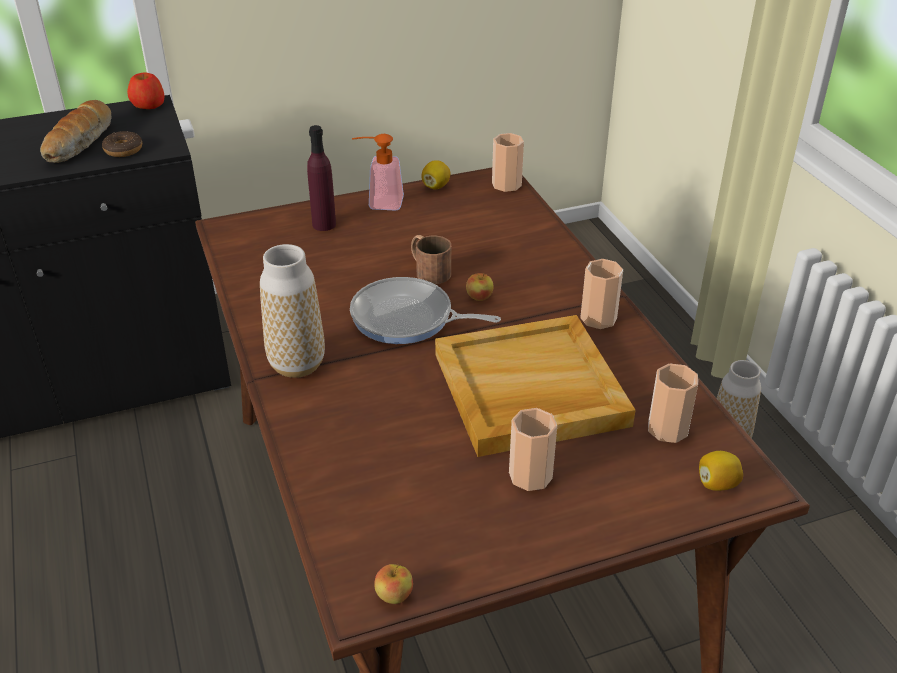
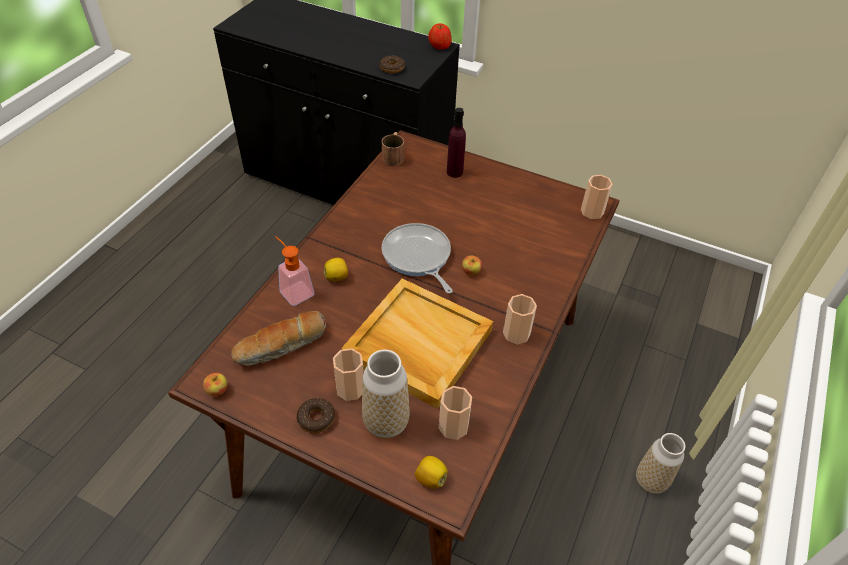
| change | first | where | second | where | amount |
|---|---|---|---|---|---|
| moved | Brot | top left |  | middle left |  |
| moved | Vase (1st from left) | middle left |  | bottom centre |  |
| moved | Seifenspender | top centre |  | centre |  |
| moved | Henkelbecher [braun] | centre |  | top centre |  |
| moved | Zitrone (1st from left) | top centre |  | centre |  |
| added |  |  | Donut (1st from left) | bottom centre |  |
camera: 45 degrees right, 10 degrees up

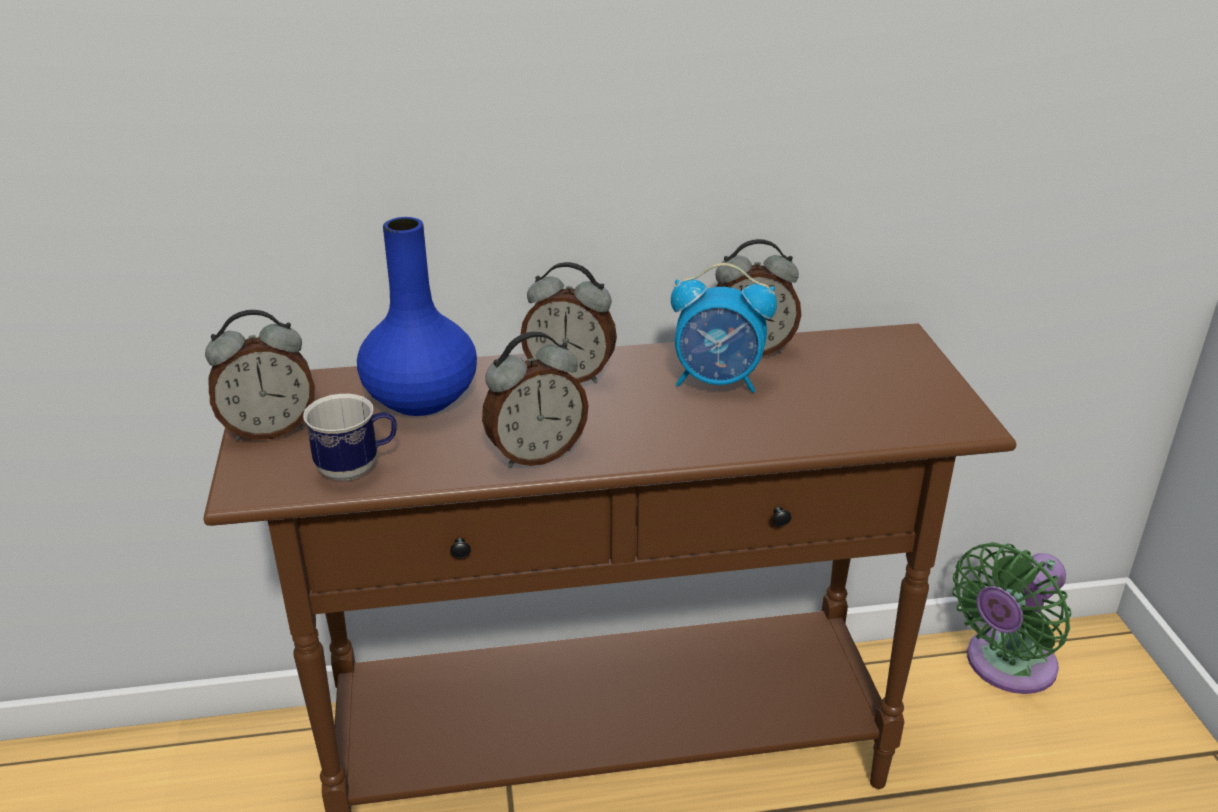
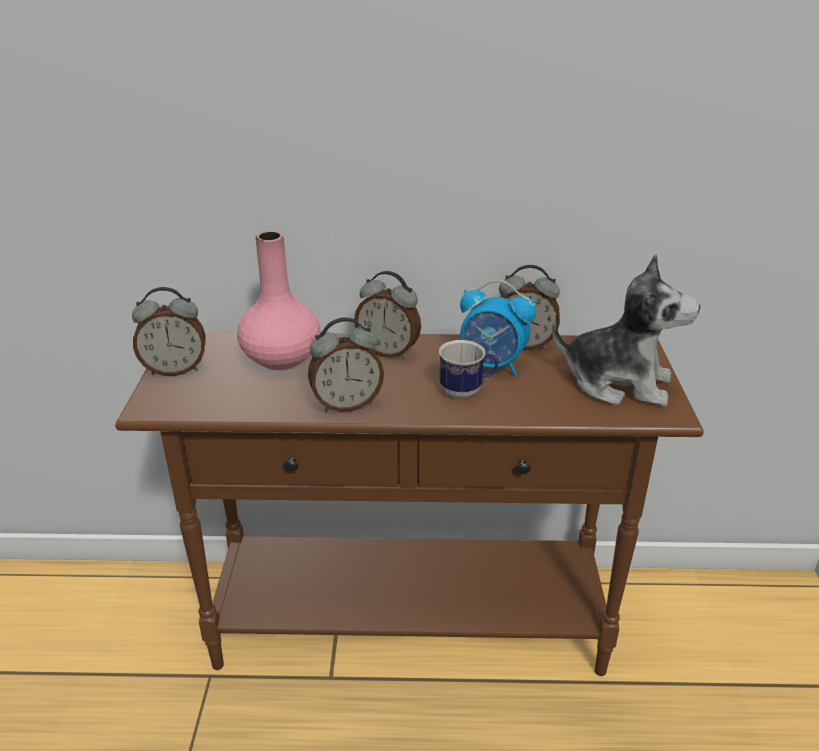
| change | first | where | second | where | amount |
|---|---|---|---|---|---|
| moved | Henkelbecher | middle left |  | centre |  |
| recoloured | Vase [blau] | centre | Vase [rosa] | centre |  |
| removed | Ventilator [grün] | bottom right |  |  |  |
| added |  |  | Plüschtier | middle right |  |
camera: 10 degrees right, 0 degrees up

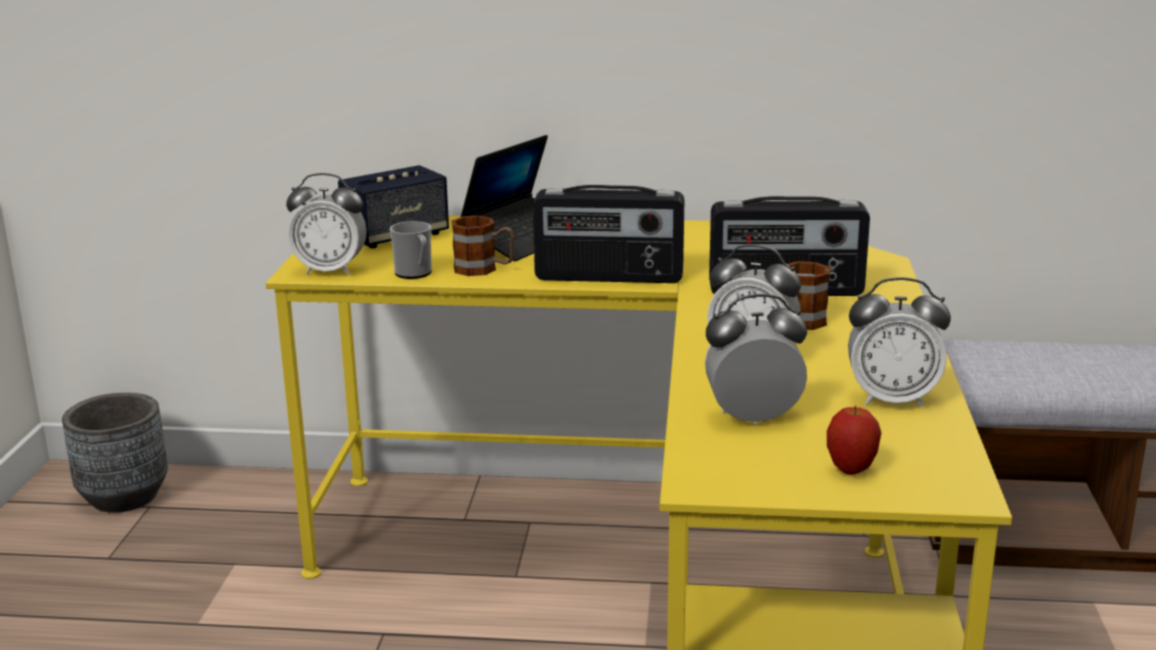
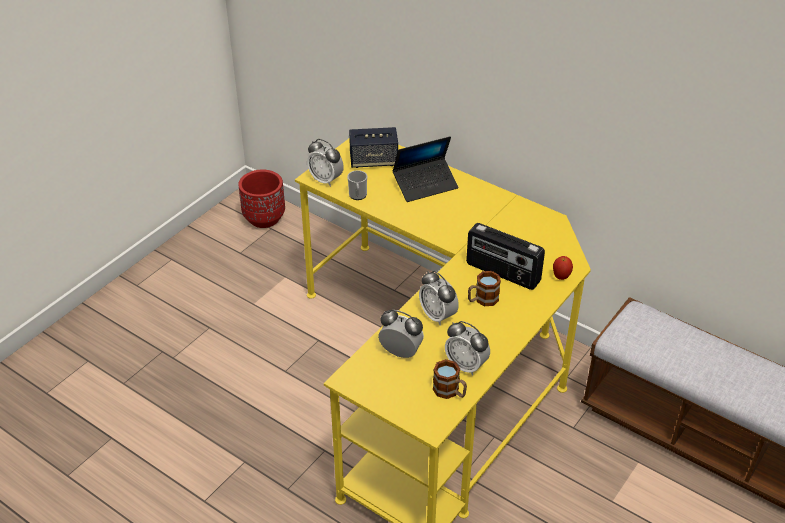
| change | first | where | second | where | amount |
|---|---|---|---|---|---|
| recoloured | Pflanzkübel [grau] | bottom left | Pflanzkübel [rot] | middle left |  |
| moved | Henkelbecher (2nd from left) | centre |  | bottom centre |  |
| removed | Radio (1st from left) | centre |  |  |  |
| moved | Apfel | bottom right |  | middle right |  |
camera: 30 degrees right, 20 degrees up

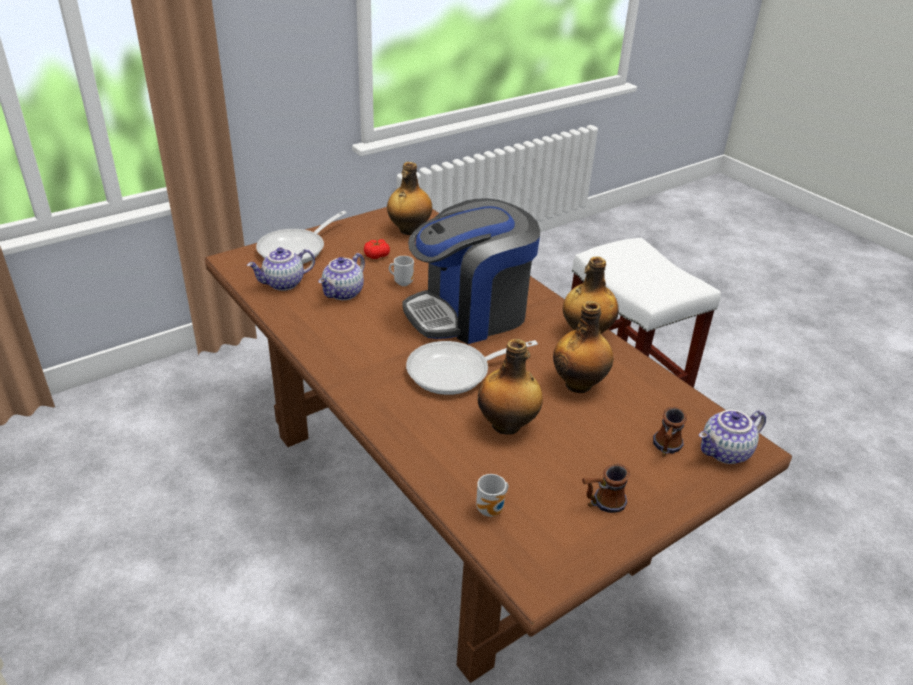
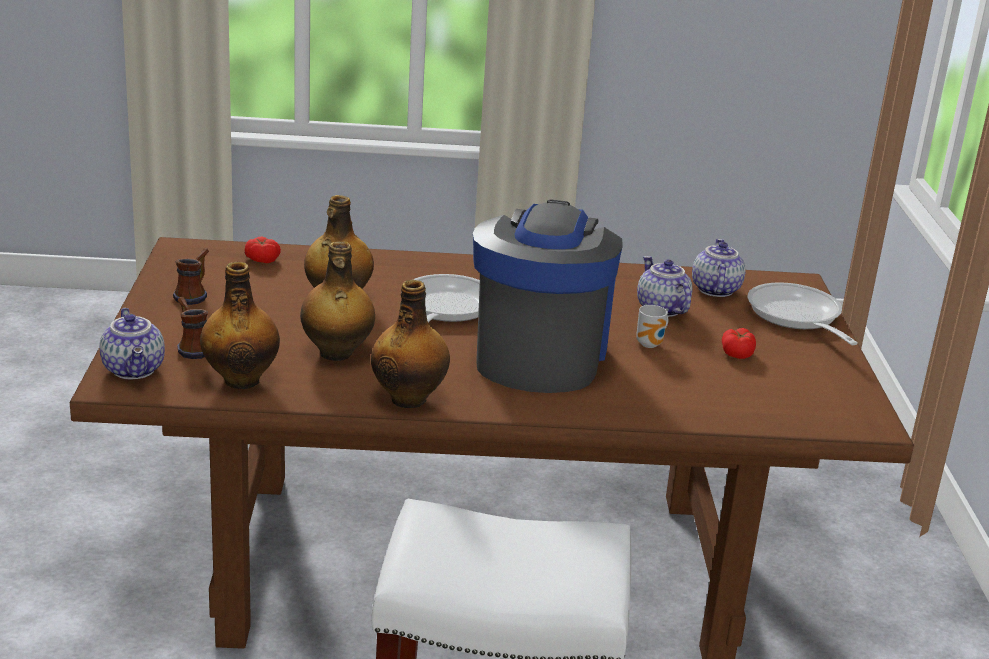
| change | first | where | second | where | amount |
|---|---|---|---|---|---|
| moved | Flasche (1st from left) | top centre |  | middle left |  |
| replaced | Henkelbecher (2nd from left) | bottom centre | Tomate (1st from left) | middle left |  |
| turned | Teekanne (3rd from left in the first image) | middle right | Teekanne (1st from left) | middle left | 150 degrees clockwise |
camera: 125 degrees right, 10 degrees down

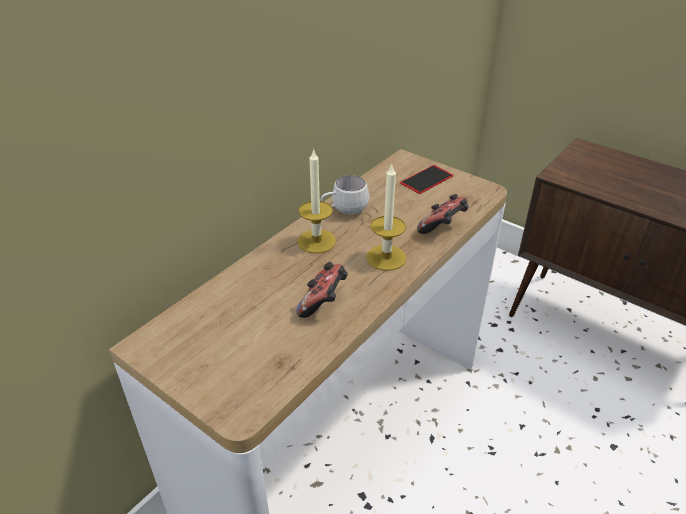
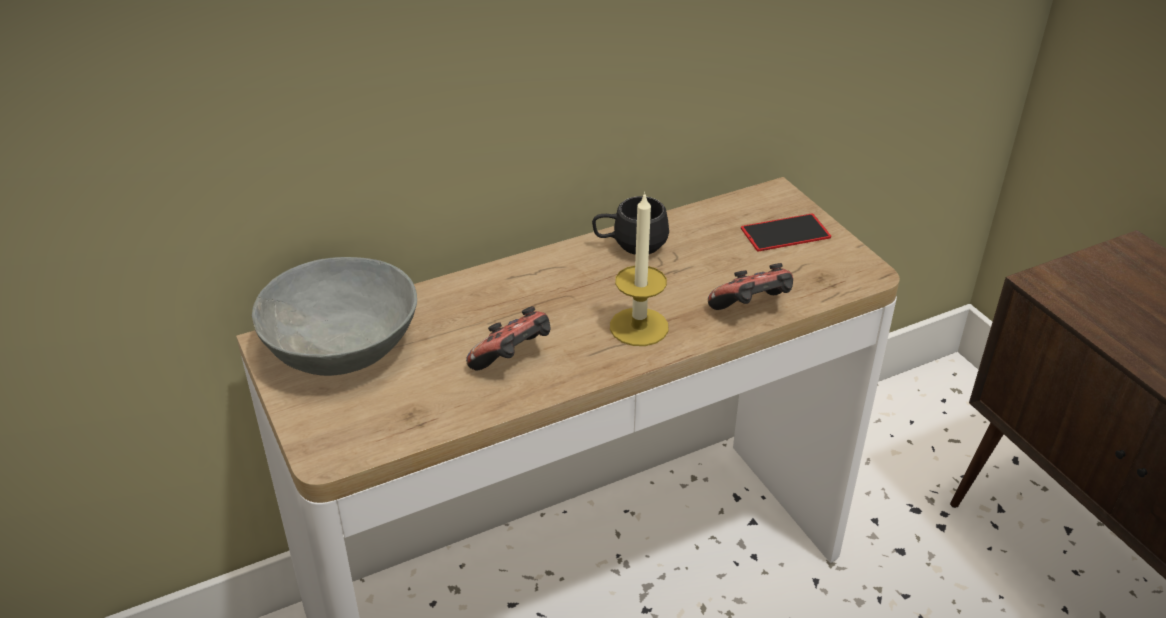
| change | first | where | second | where | amount |
|---|---|---|---|---|---|
| removed | Kerze (1st from left) | centre |  |  |  |
| recoloured | Henkelbecher [weiß] | centre | Henkelbecher [schwarz] | centre |  |
| added |  |  | Schüssel [grau] | middle left |  |
camera: 25 degrees right, 0 degrees up

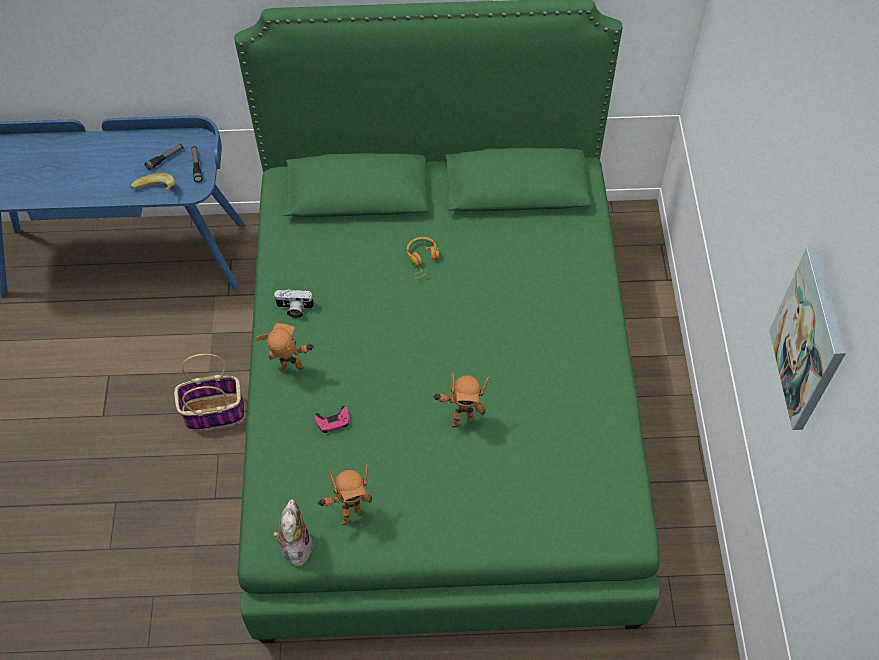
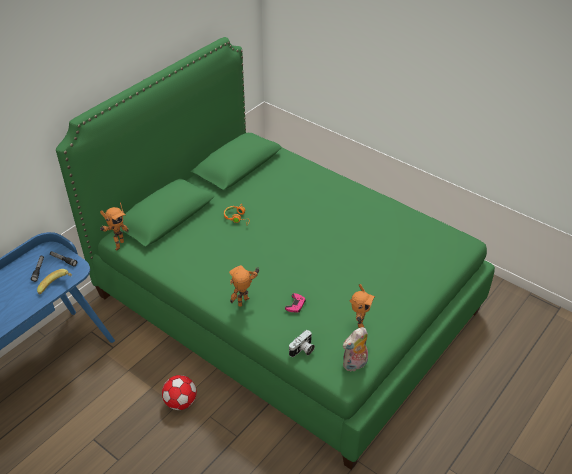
| change | first | where | second | where | amount |
|---|---|---|---|---|---|
| replaced | Korb | middle left | Fußball | bottom left |  |
| turned | Plüschtier | bottom centre |  | bottom centre | 75 degrees counterclockwise |
| moved | Kamera | centre |  | bottom centre |  |
| moved | Spielzeugroboter (3rd from left in the first image) | centre | Spielzeugroboter (1st from left) | middle left |  |
| removed | Bild | middle right |  |  |  |
camera: 50 degrees left, 15 degrees down

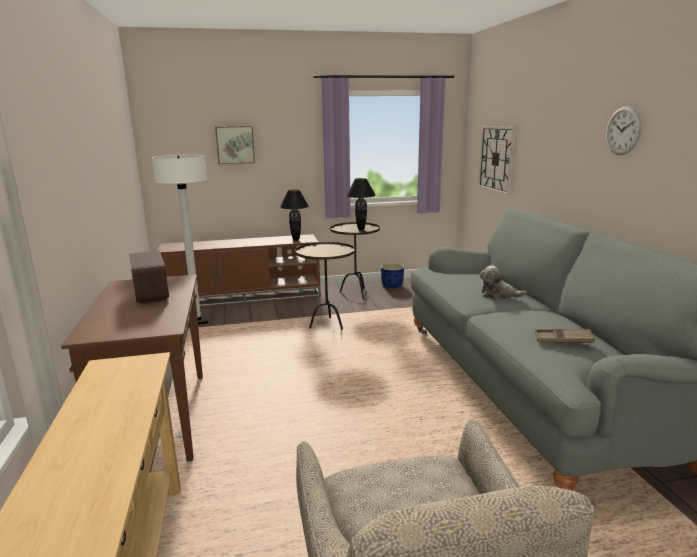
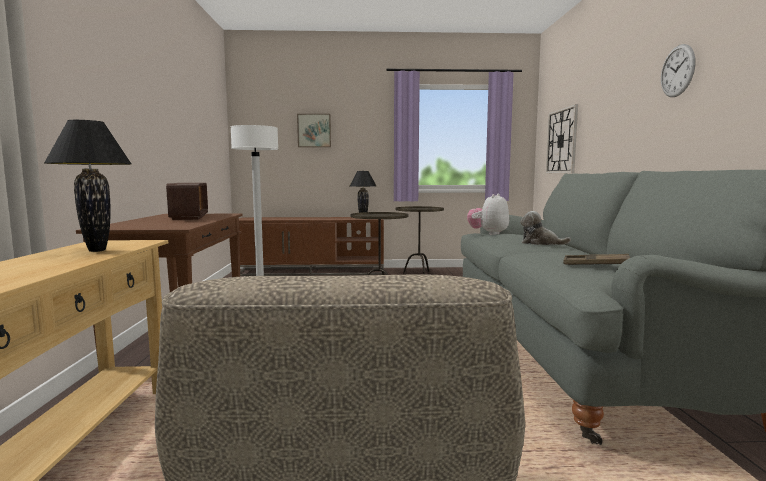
| change | first | where | second | where | amount |
|---|---|---|---|---|---|
| moved | Tischlampe [schwarz] (2nd from left in the first image) | centre | Tischlampe [schwarz] (1st from left) | middle left |  |
| removed | Pflanzkübel [blau] | centre |  |  |  |
| added |  |  | Plüschtier (1st from left) | centre |  |
camera: 10 degrees right, 10 degrees down

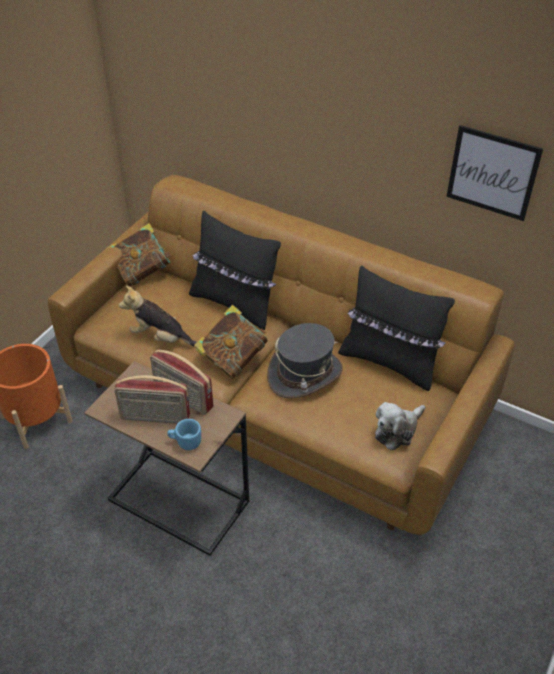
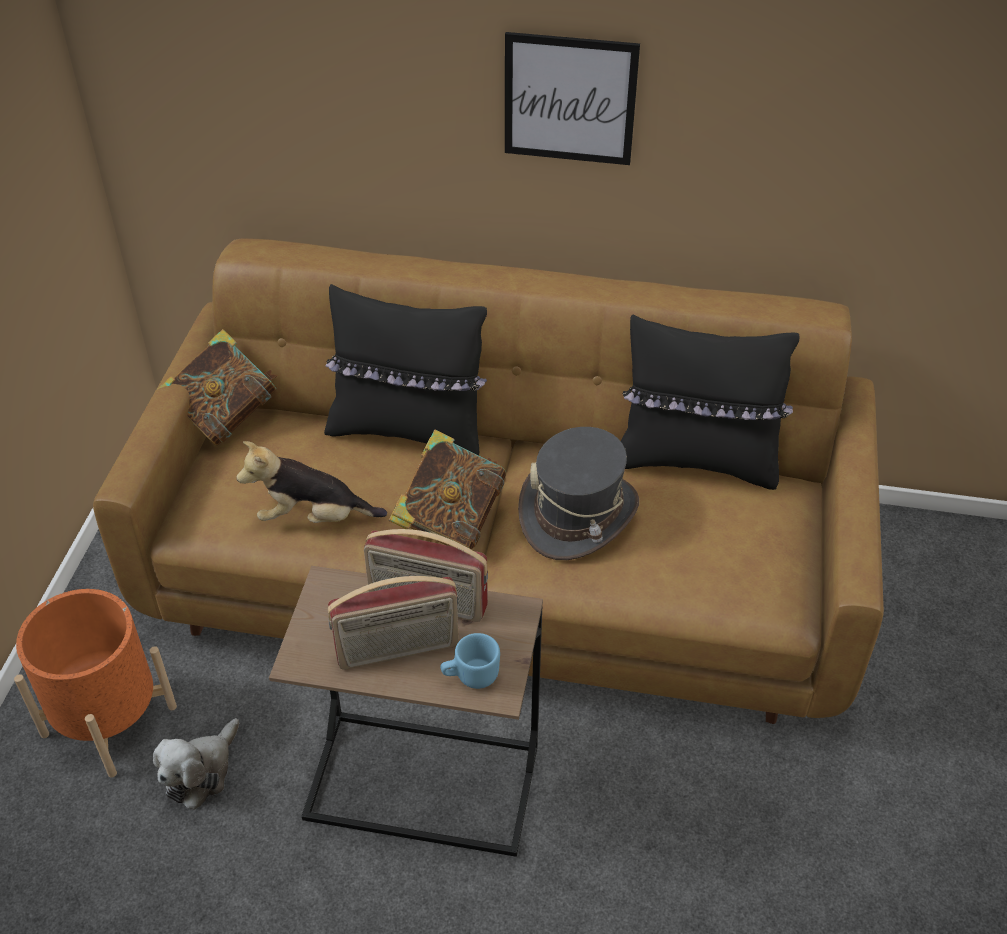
| change | first | where | second | where | amount |
|---|---|---|---|---|---|
| moved | Plüschtier (2nd from left in the first image) | middle right | Plüschtier (1st from left) | bottom left |  |
| moved | Bild | top right |  | top centre |  |
camera: 20 degrees left, 0 degrees up

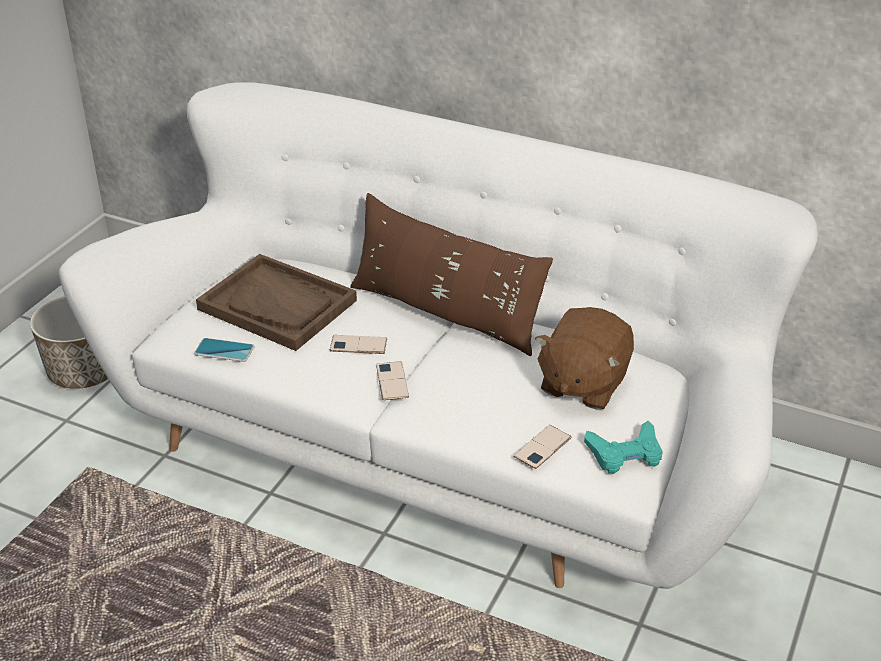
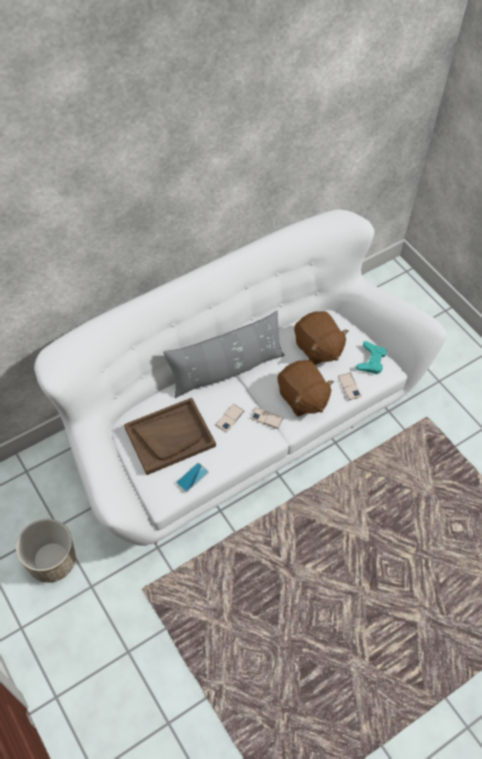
| change | first | where | second | where | amount |
|---|---|---|---|---|---|
| recoloured | Kissen [braun] | centre | Kissen [grau] | centre |  |
| added |  |  | Plüschtier [braun] (1st from left) | centre |  |
camera: 60 degrees left, 20 degrees up

